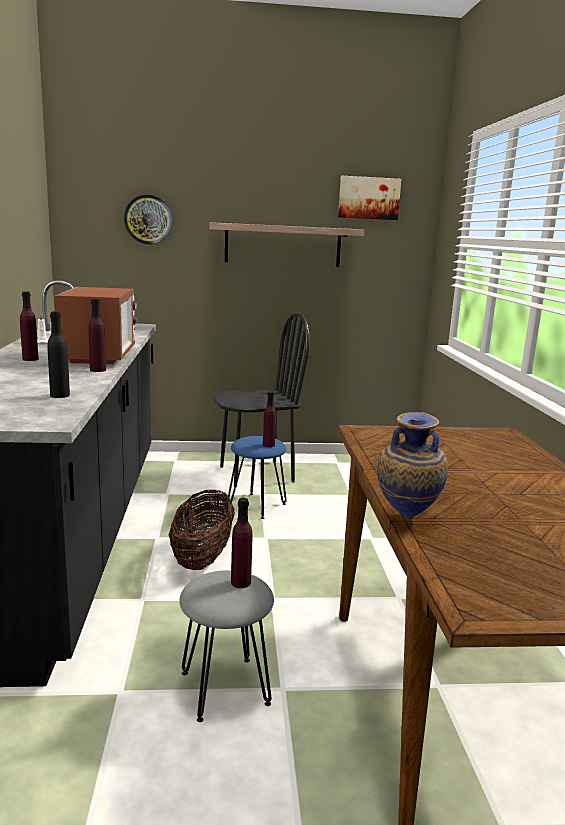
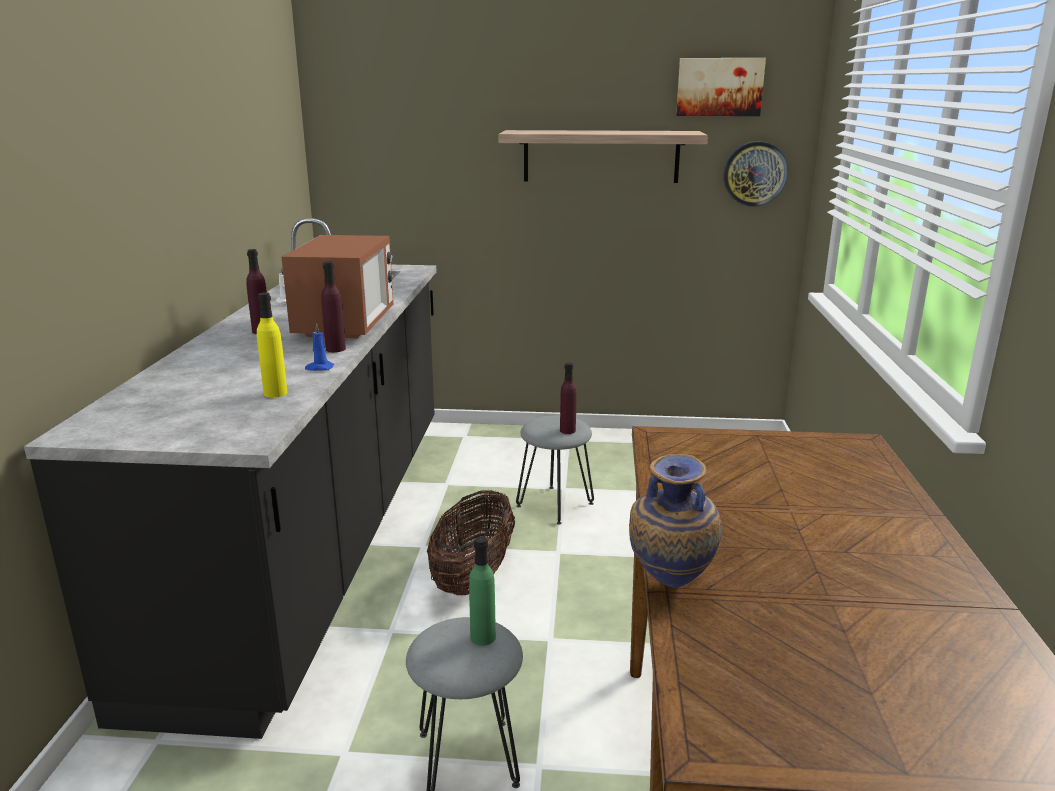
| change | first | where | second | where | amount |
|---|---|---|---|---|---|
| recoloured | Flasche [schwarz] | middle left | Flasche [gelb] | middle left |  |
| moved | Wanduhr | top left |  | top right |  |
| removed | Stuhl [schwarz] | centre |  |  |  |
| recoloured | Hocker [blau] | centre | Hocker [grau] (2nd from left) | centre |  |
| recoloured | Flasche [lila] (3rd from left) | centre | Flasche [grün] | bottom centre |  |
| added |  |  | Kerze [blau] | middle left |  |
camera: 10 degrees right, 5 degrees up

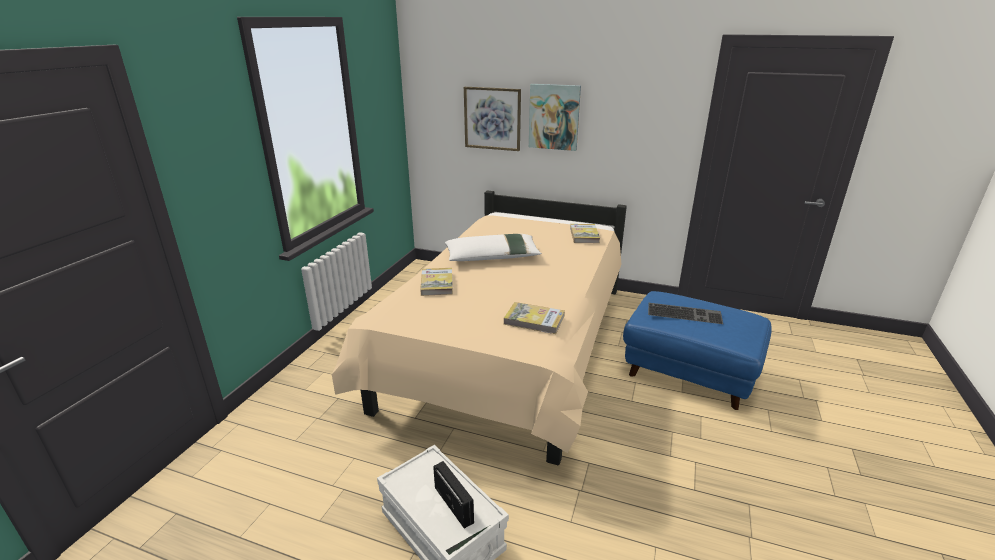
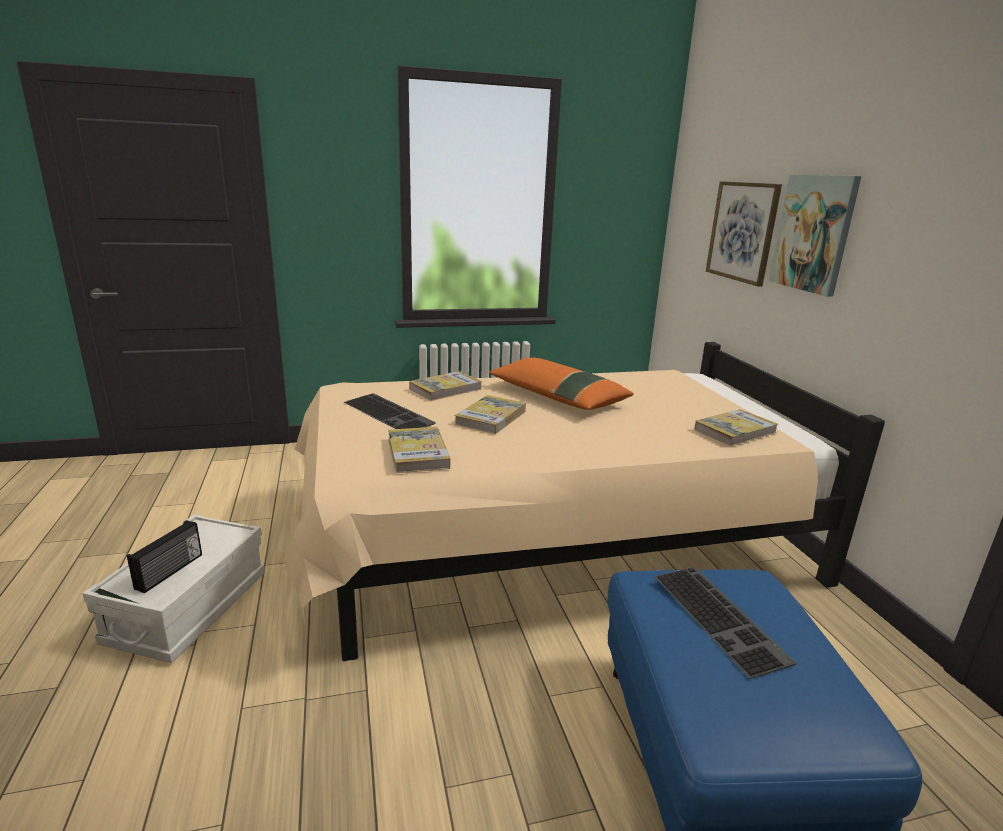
| change | first | where | second | where | amount |
|---|---|---|---|---|---|
| recoloured | Kissen [weiß] | centre | Kissen [orange] | centre |  |
| added |  |  | Tastatur (1st from left) | centre |  |
| added |  |  | Buch (3rd from left) | centre |  |
camera: 55 degrees right, 5 degrees down

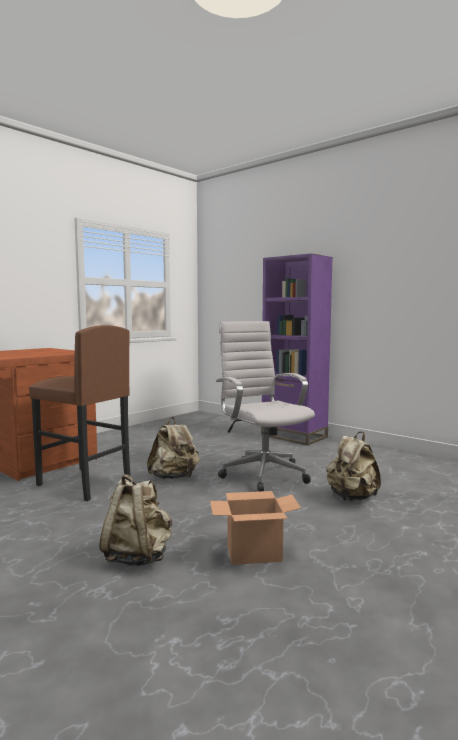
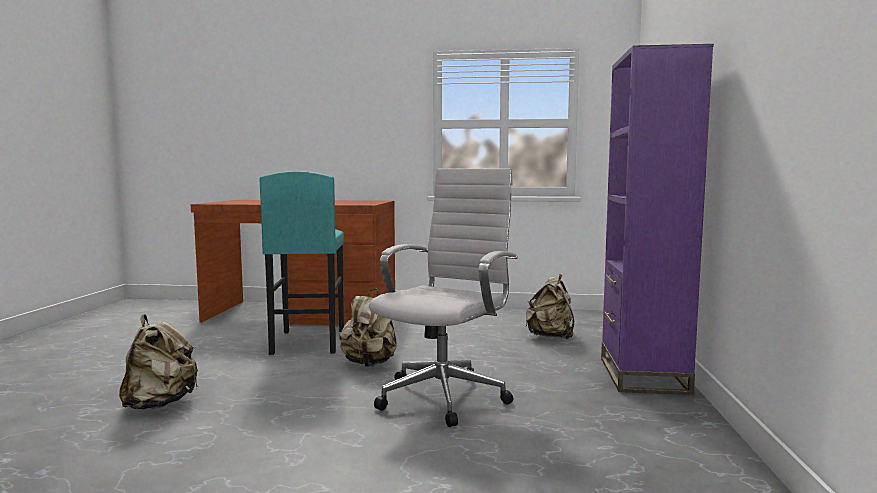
| change | first | where | second | where | amount |
|---|---|---|---|---|---|
| recoloured | Hocker [braun] | middle left | Hocker [türkis] | centre |  |
| removed | Karton | bottom centre |  |  |  |
| moved | Rucksack [beige] (3rd from left) | middle right |  | centre |  |
camera: 55 degrees right, 0 degrees up

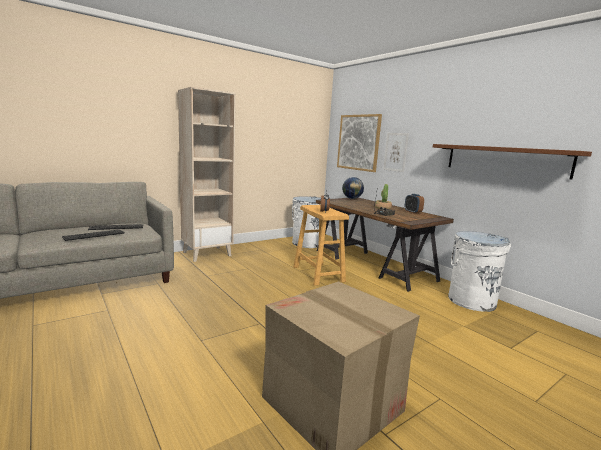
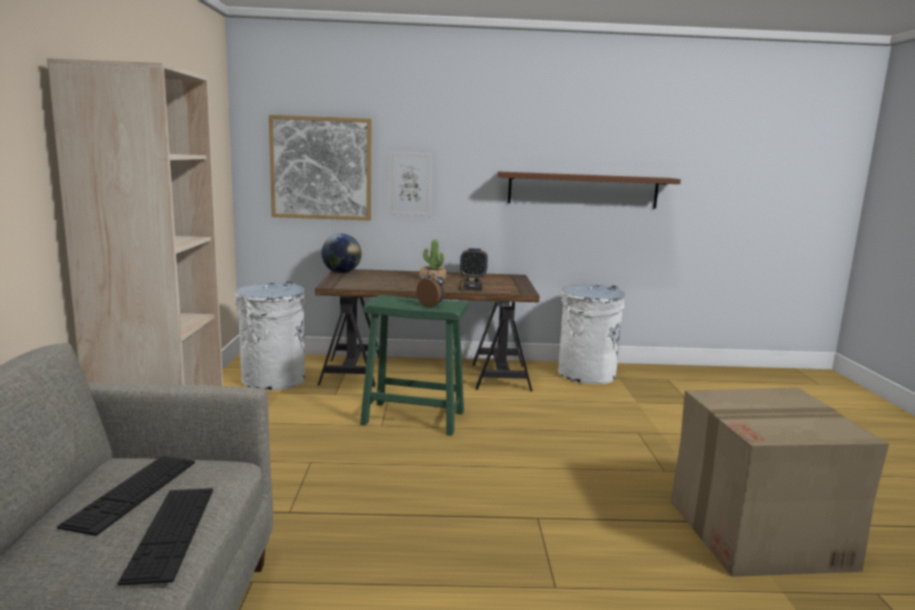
| change | first | where | second | where | amount |
|---|---|---|---|---|---|
| recoloured | Hocker [beige] | centre | Hocker [grün] | centre |  |
camera: 55 degrees left, 0 degrees up

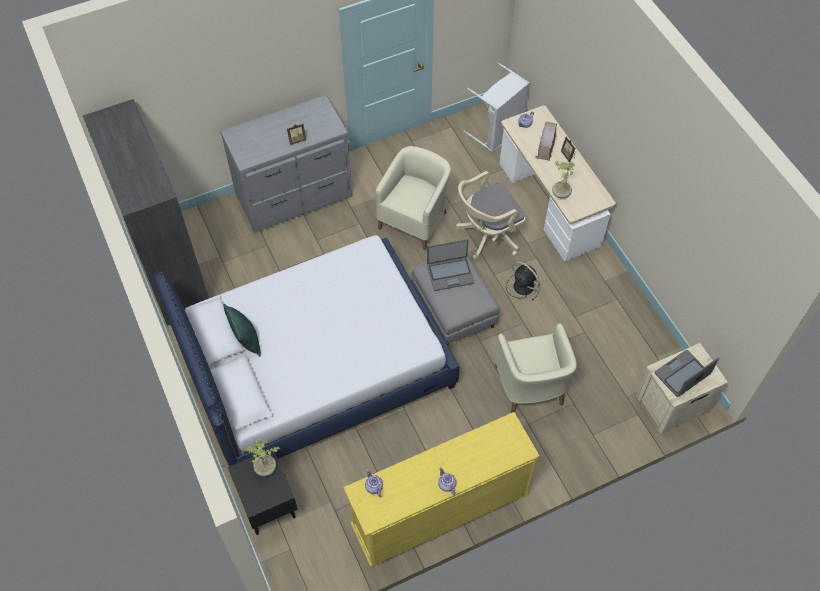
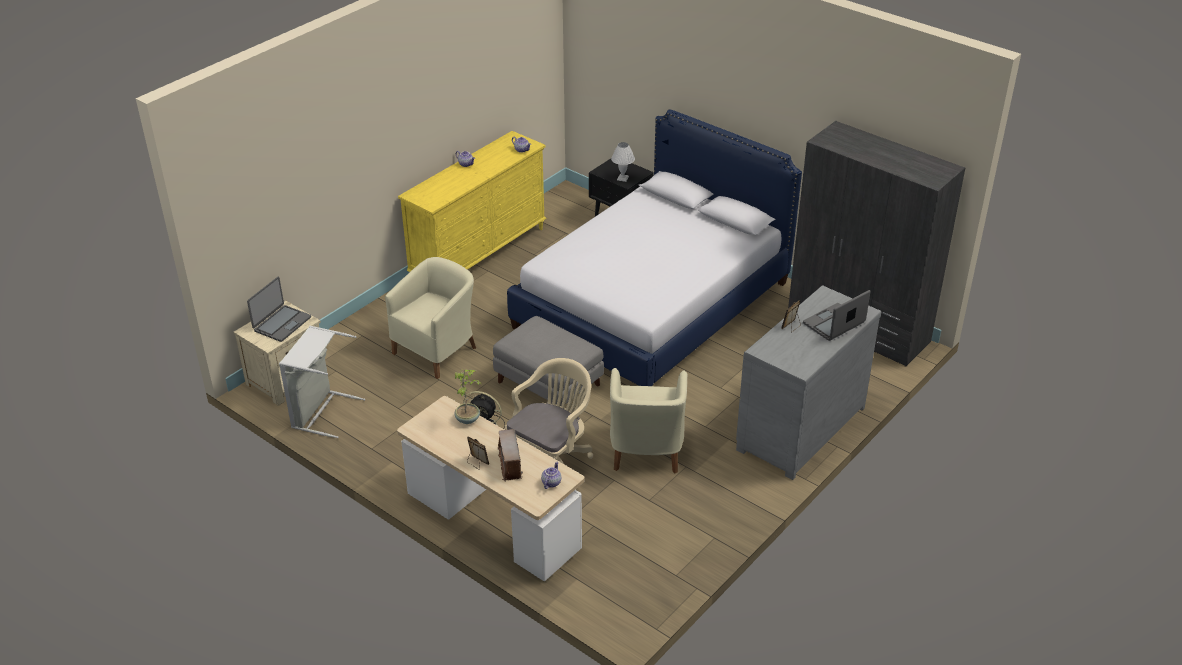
| change | first | where | second | where | amount |
|---|---|---|---|---|---|
| removed | Kissen [grün] | middle left |  |  |  |
| replaced | Topfpflanze (1st from left) | bottom left | Tischlampe [weiß] | top centre |  |
| moved | Laptop (1st from left in the first image) | centre | Laptop (2nd from left) | middle right |  |
| moved | Wäschekorb [grau] | top centre |  | middle left |  |
| turned | Sessel [beige] (2nd from left in the first image) | centre | Sessel [beige] (1st from left) | centre | 75 degrees clockwise |
camera: 155 degrees right, 20 degrees down

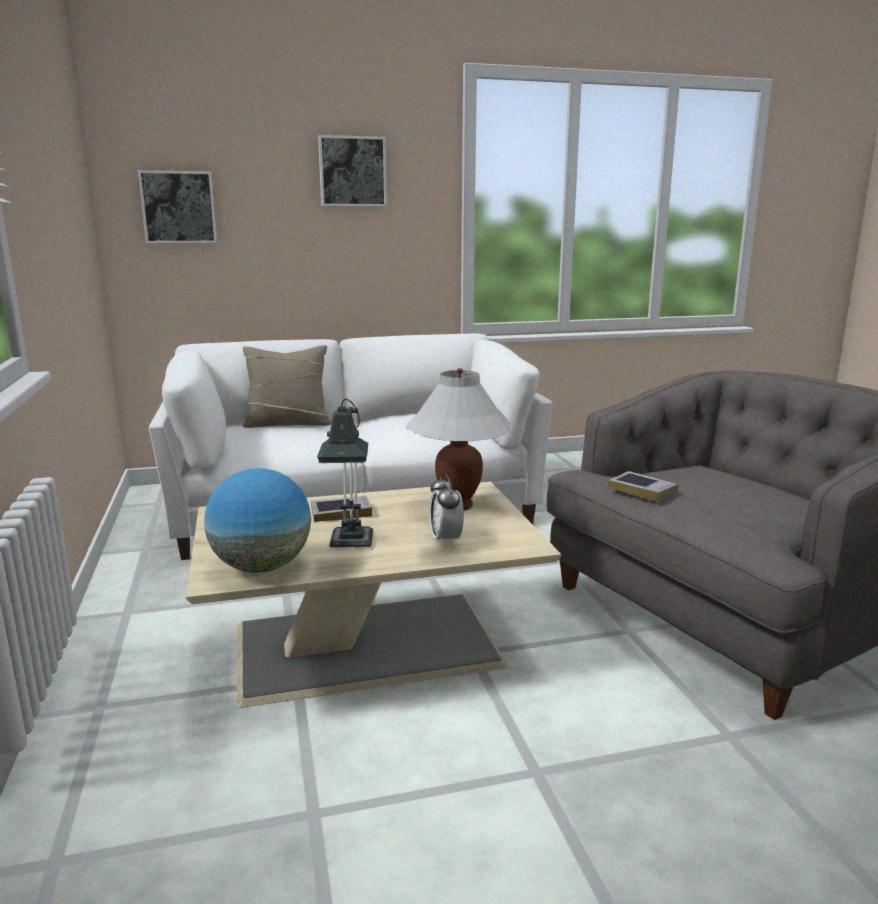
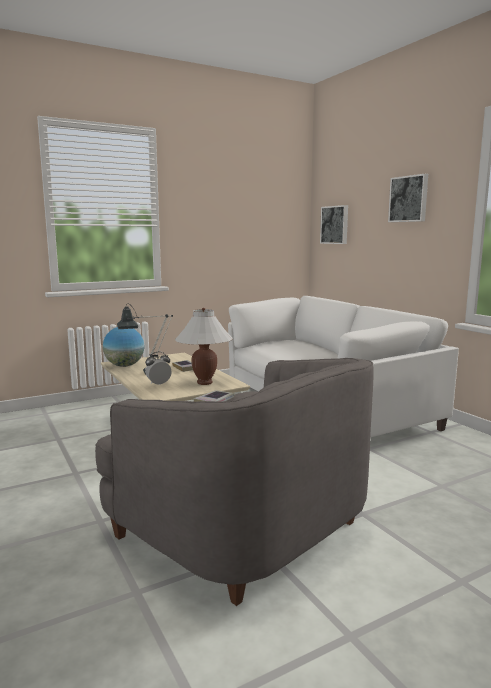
| change | first | where | second | where | amount |
|---|---|---|---|---|---|
| removed | Kissen [beige] | middle left |  |  |  |
camera: 75 degrees right, 5 degrees down

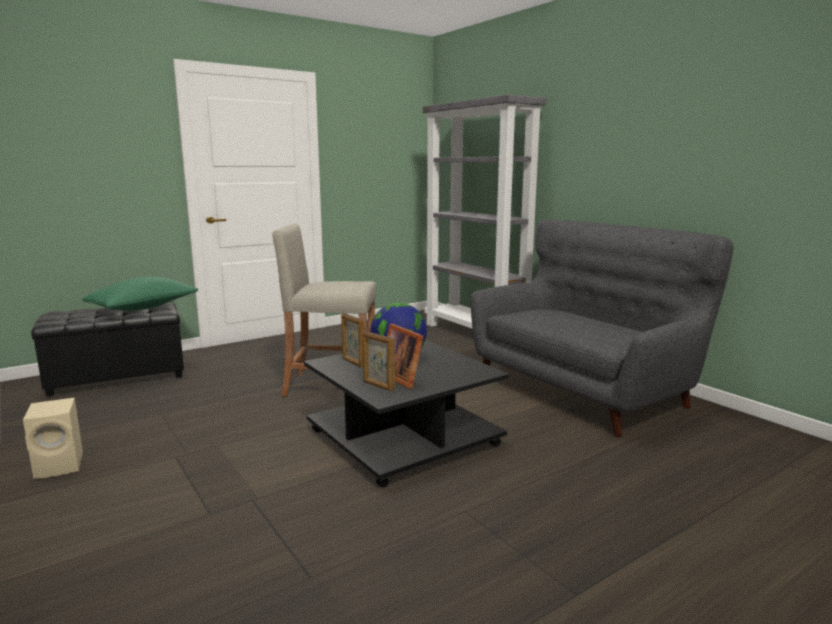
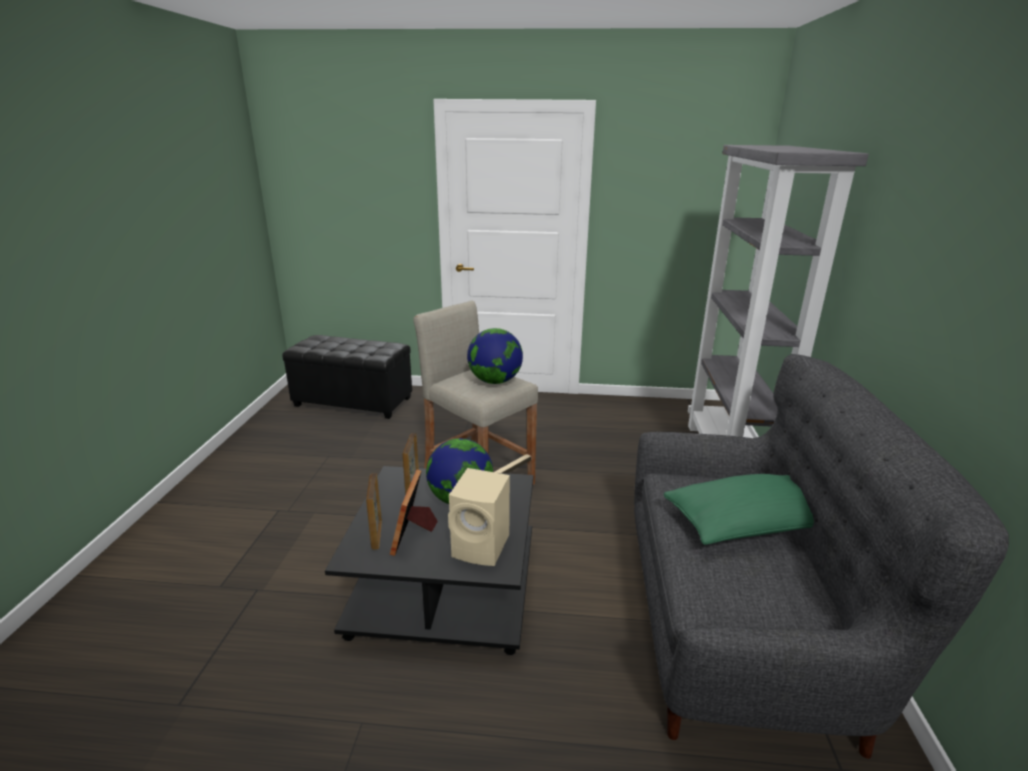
| change | first | where | second | where | amount |
|---|---|---|---|---|---|
| moved | Lautsprecher [beige] | bottom left |  | bottom centre |  |
| moved | Kissen [grün] | middle left |  | middle right |  |
| added |  |  | Globus (2nd from left) | centre |  |
camera: 40 degrees right, 10 degrees up

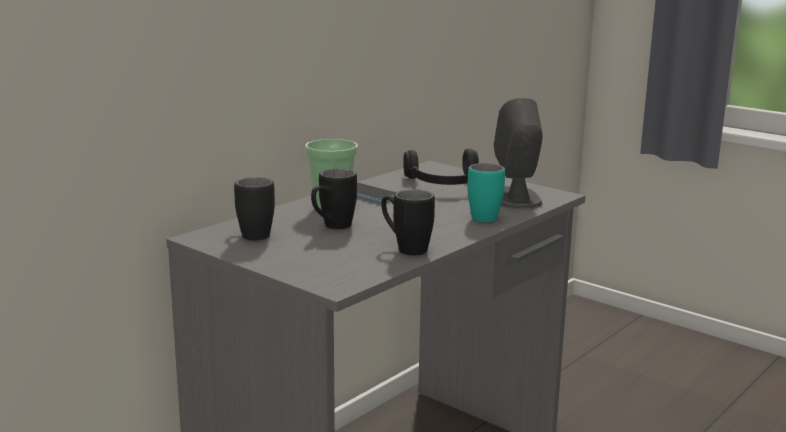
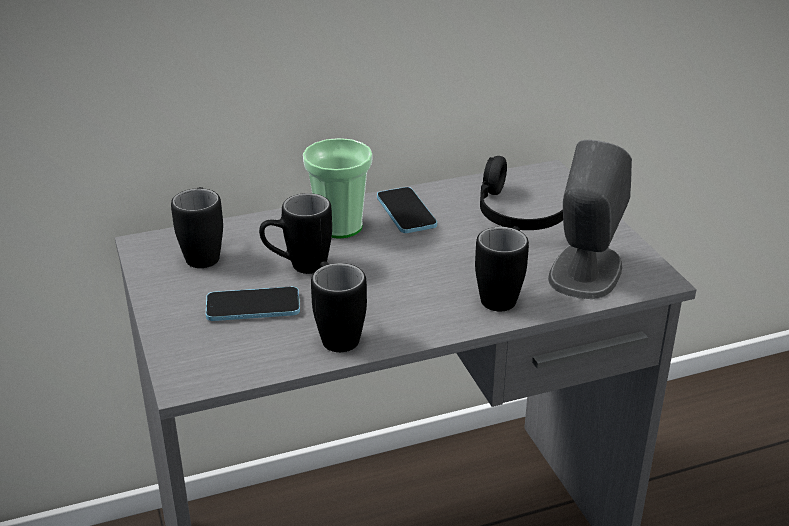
| change | first | where | second | where | amount |
|---|---|---|---|---|---|
| recoloured | Henkelbecher [türkis] | centre | Henkelbecher [schwarz] (4th from left) | centre |  |
| added |  |  | Handy (1st from left) | middle left |  |
camera: 30 degrees right, 15 degrees up

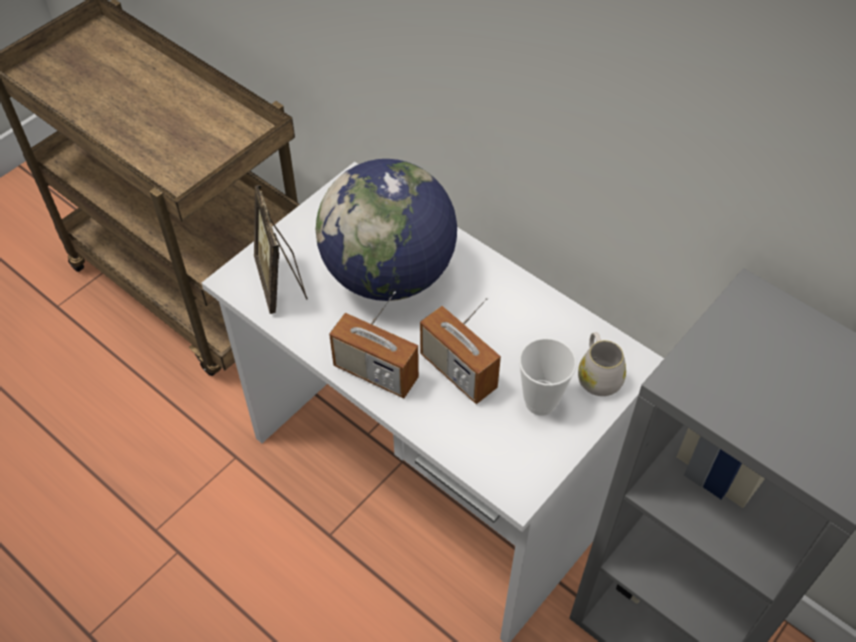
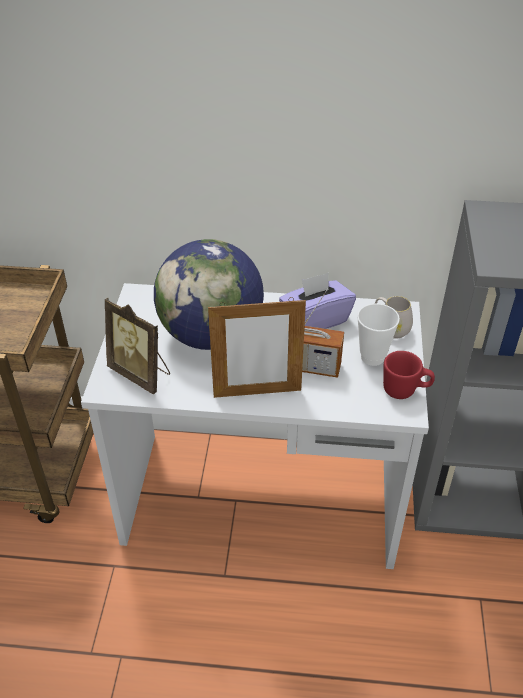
| change | first | where | second | where | amount |
|---|---|---|---|---|---|
| replaced | Radio (1st from left) | centre | Bilderrahmen (2nd from left) | centre |  |
| added |  |  | Taschentuchbox [lila] | centre |  |
| added |  |  | Henkelbecher [rot] | middle right |  |
camera: 35 degrees left, 10 degrees down

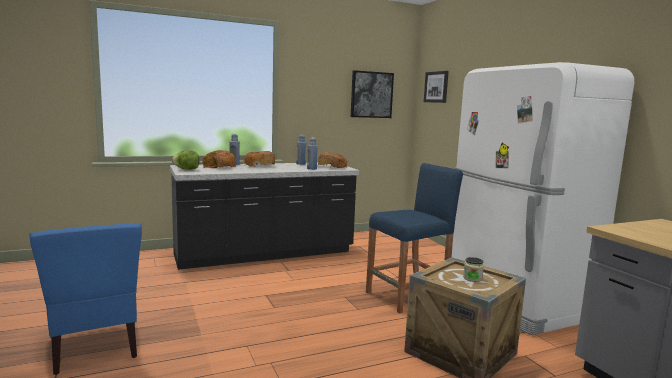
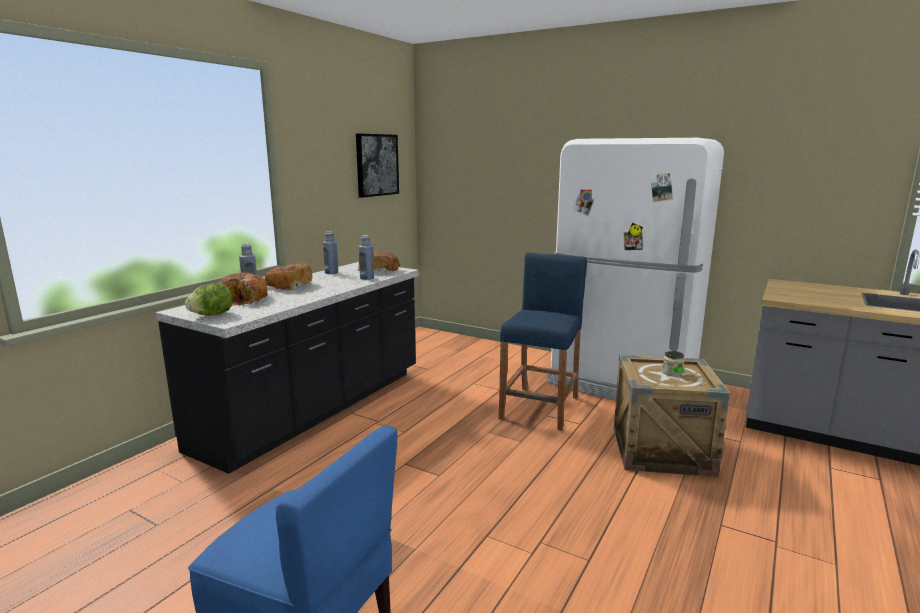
| change | first | where | second | where | amount |
|---|---|---|---|---|---|
| removed | Bild (2nd from left) | top centre |  |  |  |
camera: 35 degrees left, 5 degrees up

